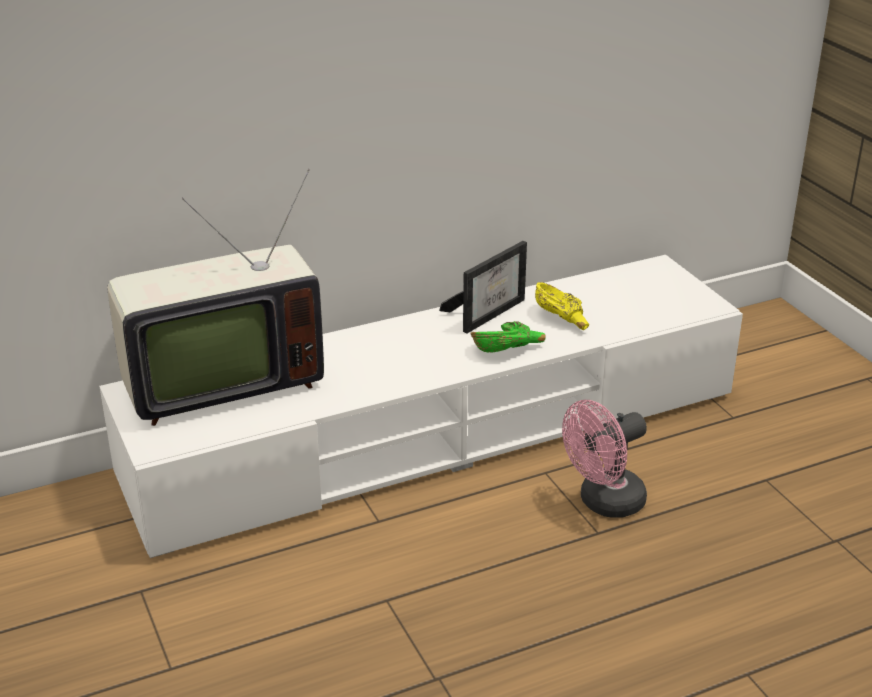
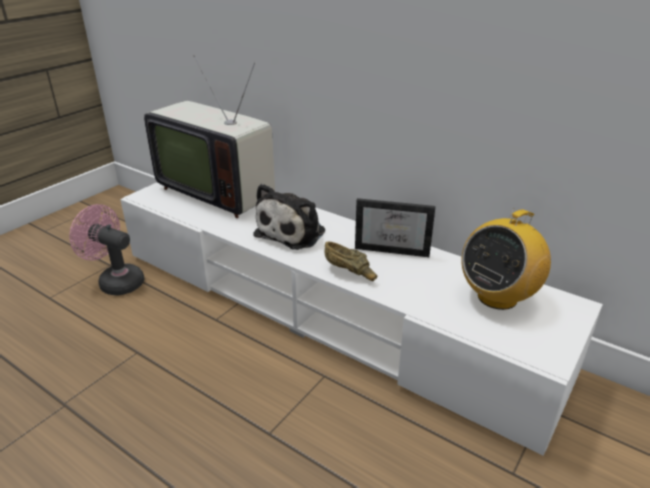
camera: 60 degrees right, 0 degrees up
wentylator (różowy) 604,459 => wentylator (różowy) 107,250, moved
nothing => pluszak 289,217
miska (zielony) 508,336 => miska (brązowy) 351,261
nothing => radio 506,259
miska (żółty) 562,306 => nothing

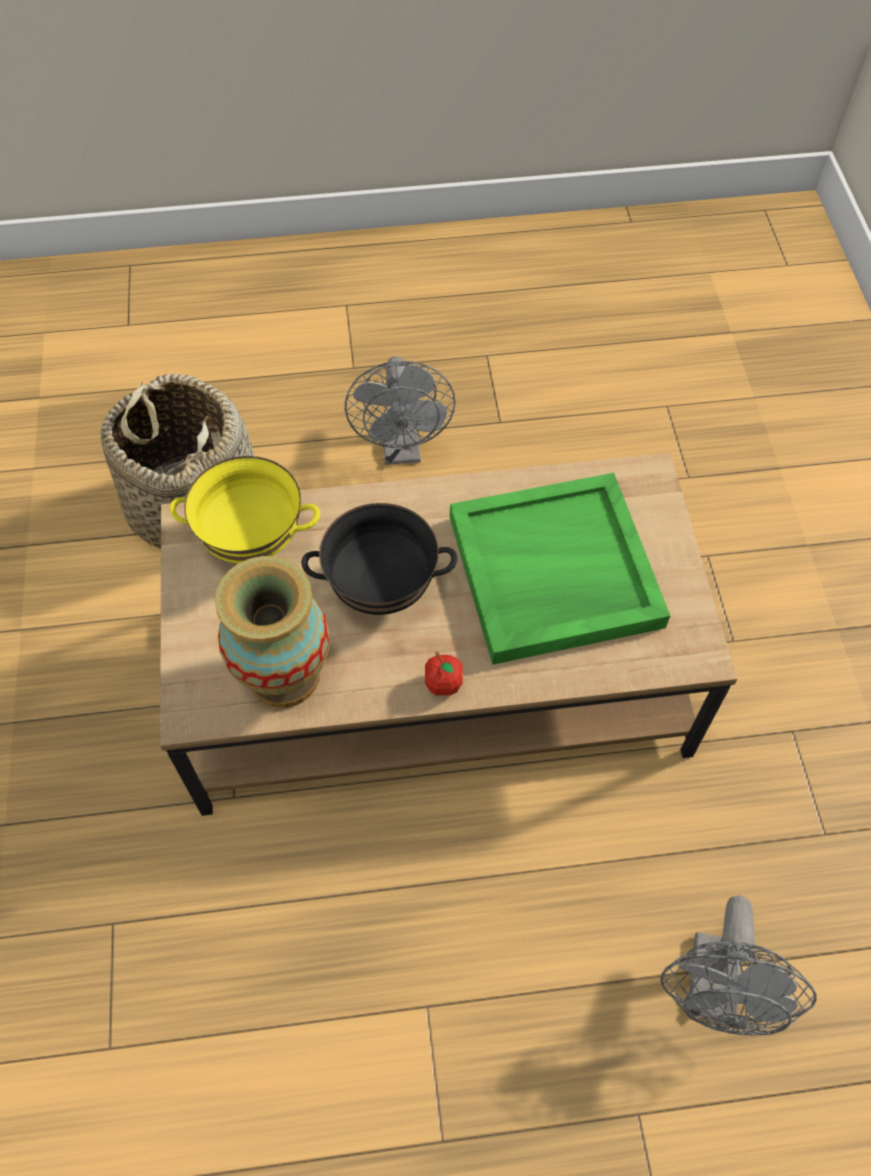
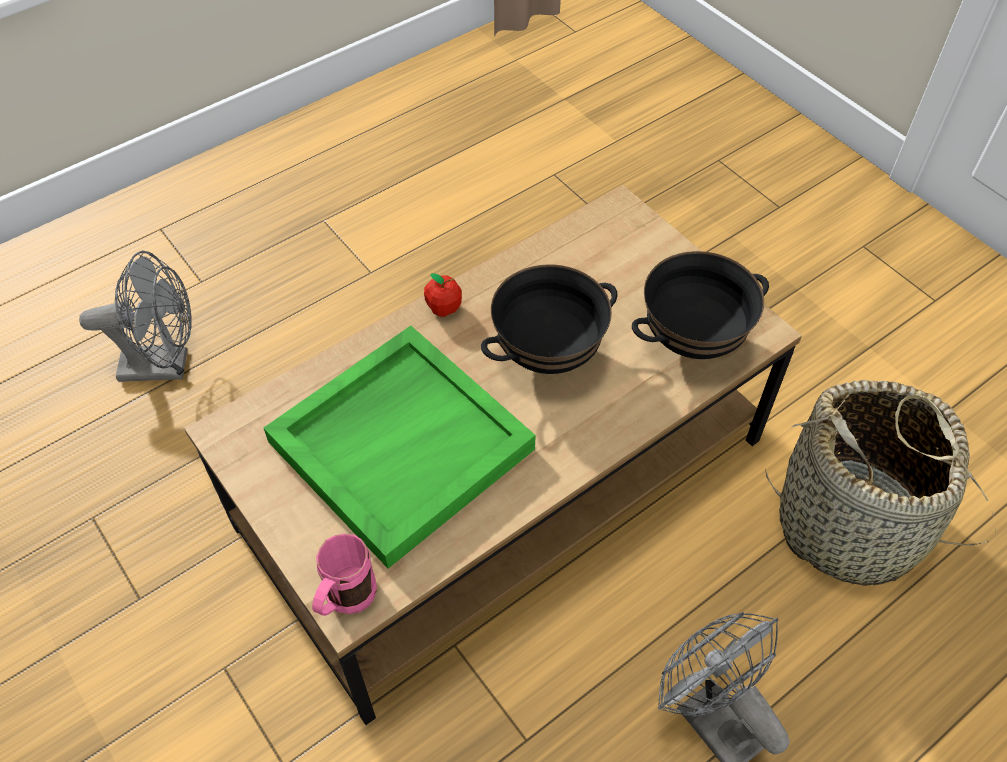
camera: 150 degrees right, 5 degrees down
wentylator (szary) 738,966 => wentylator (szary) 135,316, 105 degrees clockwise
nothing => kubek (różowy) 344,575
miska (żółty) 244,509 => miska (czarny) 700,305
wazon 272,632 => nothing

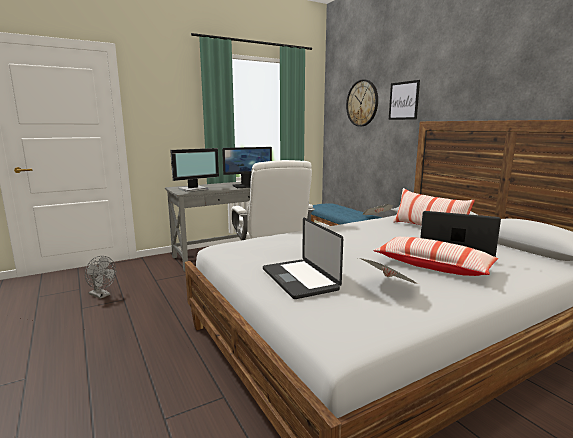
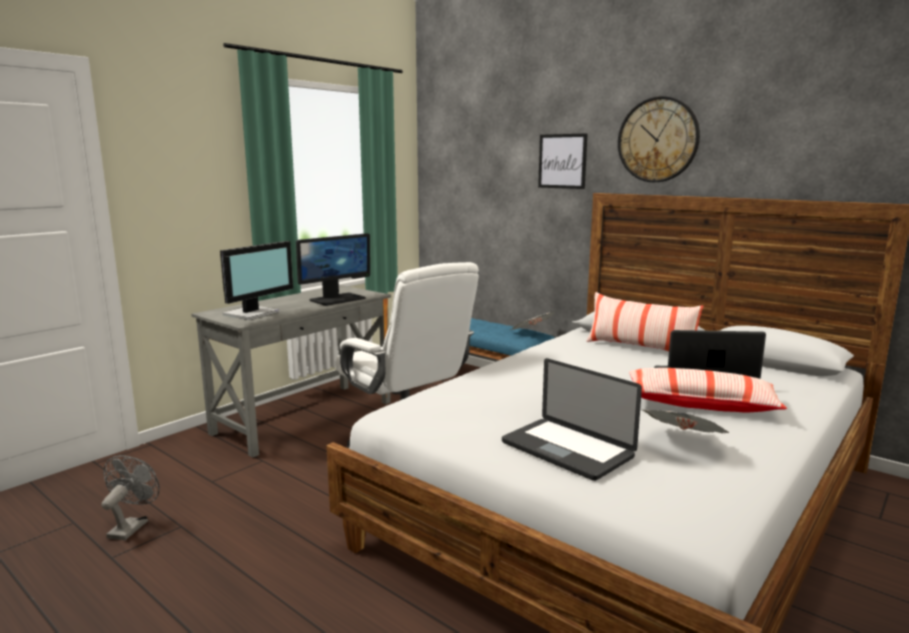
camera: 20 degrees left, 0 degrees up
wentylator (szary) 100,277 => wentylator (szary) 131,497, 90 degrees counterclockwise
zegar ścienny 362,103 => zegar ścienny 659,139, moved

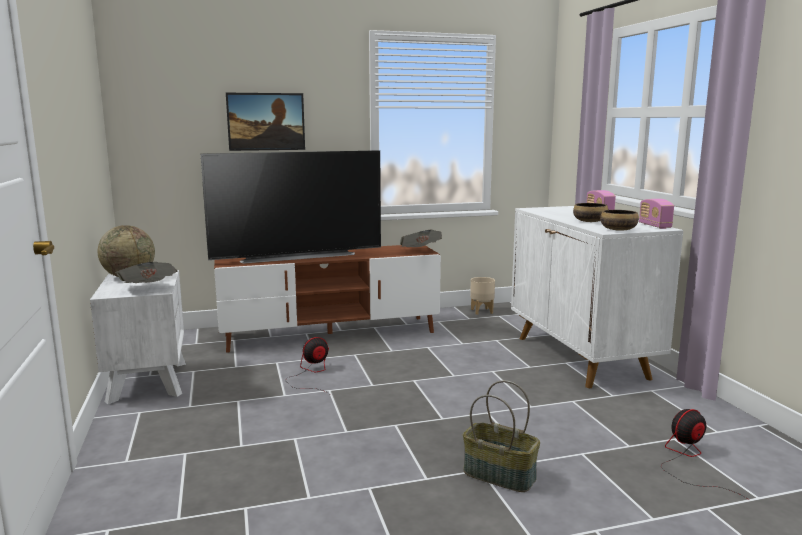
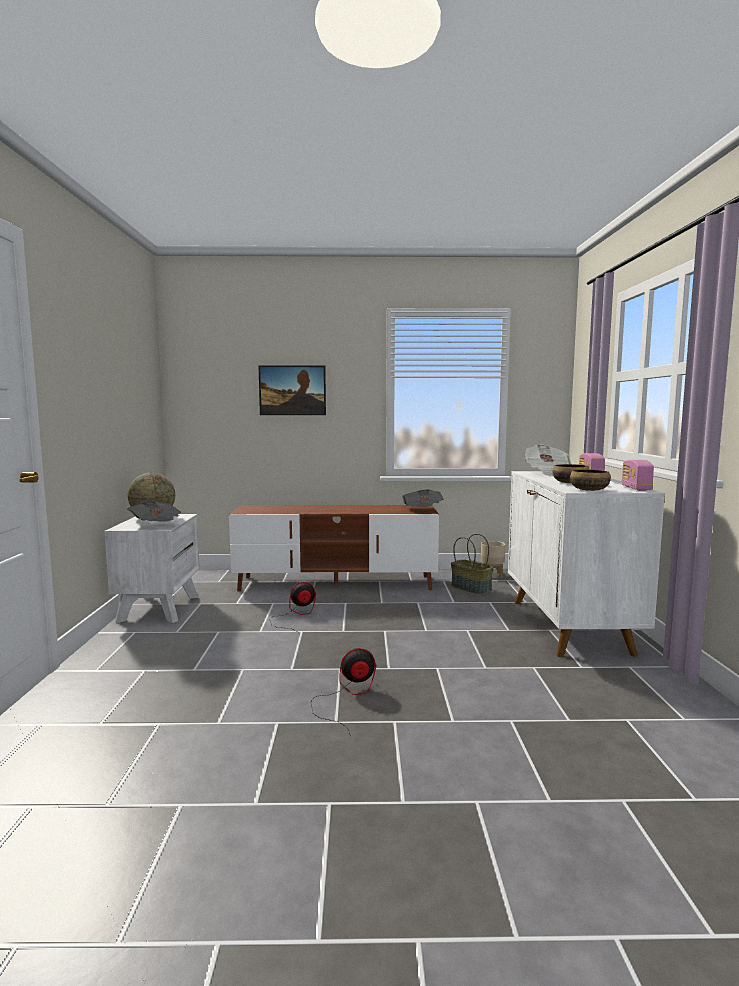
camera: 15 degrees right, 5 degrees down
wentylator 704,454 => wentylator 343,692, moved
koszyk 501,436 => koszyk 472,564, moved
nothing => gazeta 548,460
telewizor 291,207 => nothing

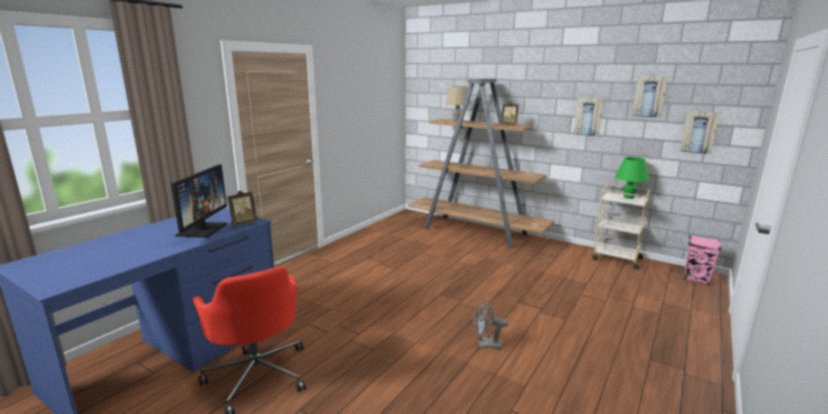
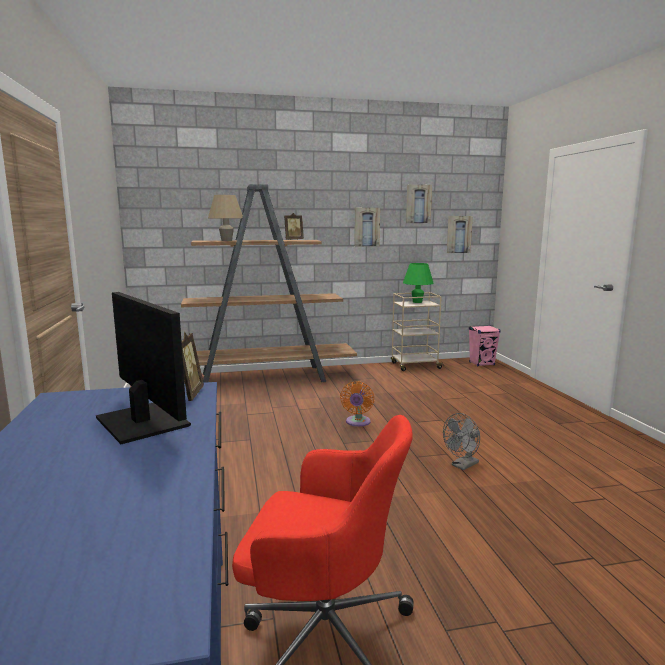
camera: 45 degrees left, 5 degrees down
nothing => wentylator (pomarańczowy) 357,404

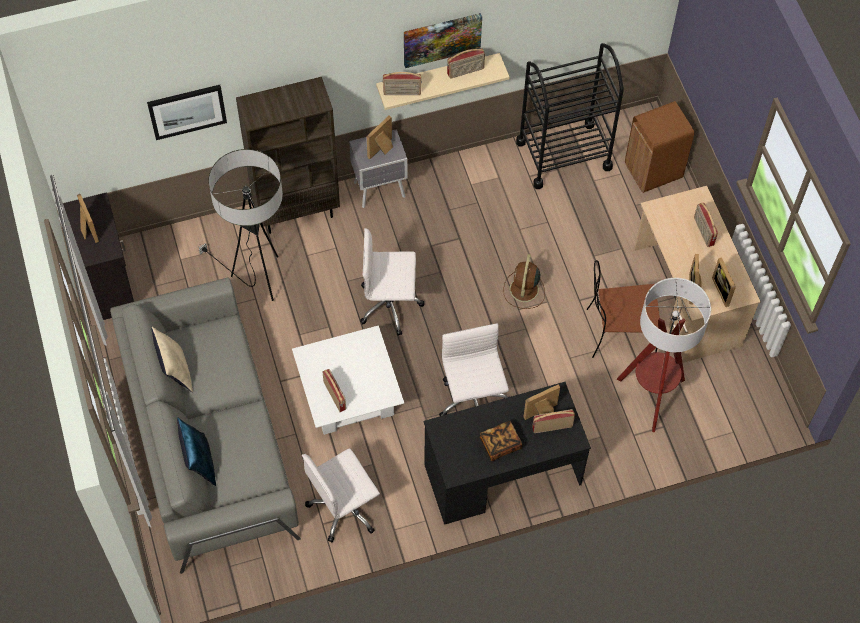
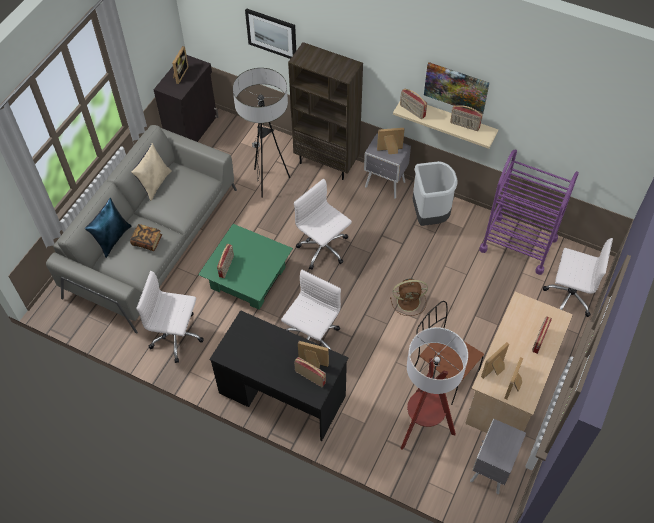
camera: 45 degrees right, 5 degrees down
książka 501,441 => książka 146,237, moved
ława (biały) 348,380 => ława (zielony) 245,266
wentylator (brązowy) 524,281 => wentylator (brązowy) 409,297, 150 degrees counterclockwise
nothing => kosz na śmieci (szary) 435,193
nothing => szafka nocna (szary) 498,456
wózek (czarny) 570,116 => wózek (fioletowy) 529,212
kosz na śmieci (brązowy) 659,147 => krzesło biurowe (biały) 578,277

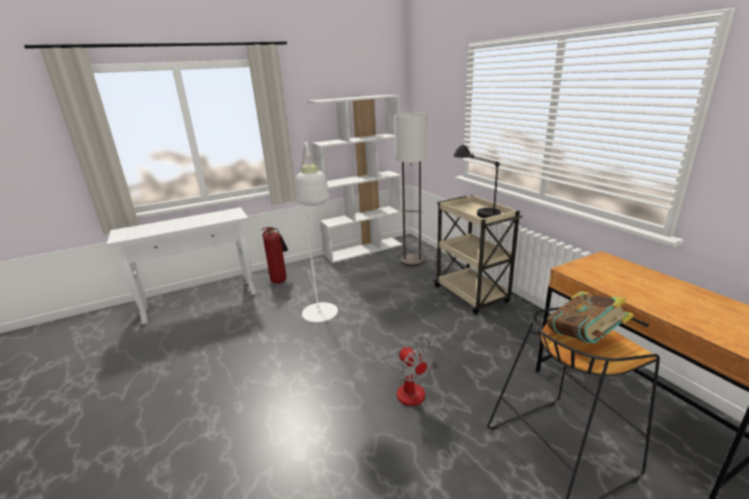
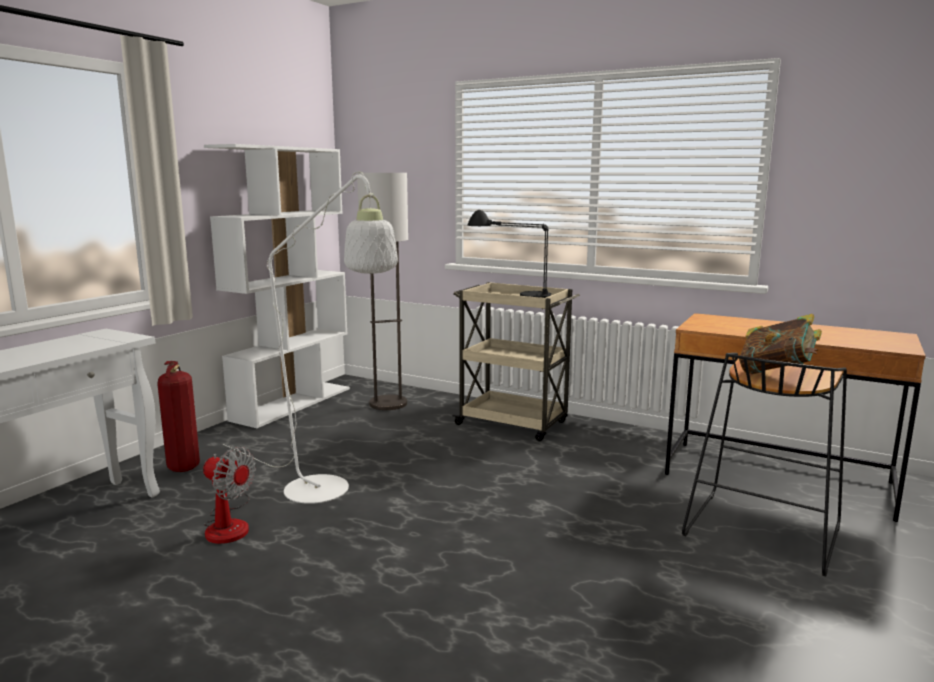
camera: 35 degrees left, 10 degrees down
wentylator 415,369 => wentylator 229,495, moved

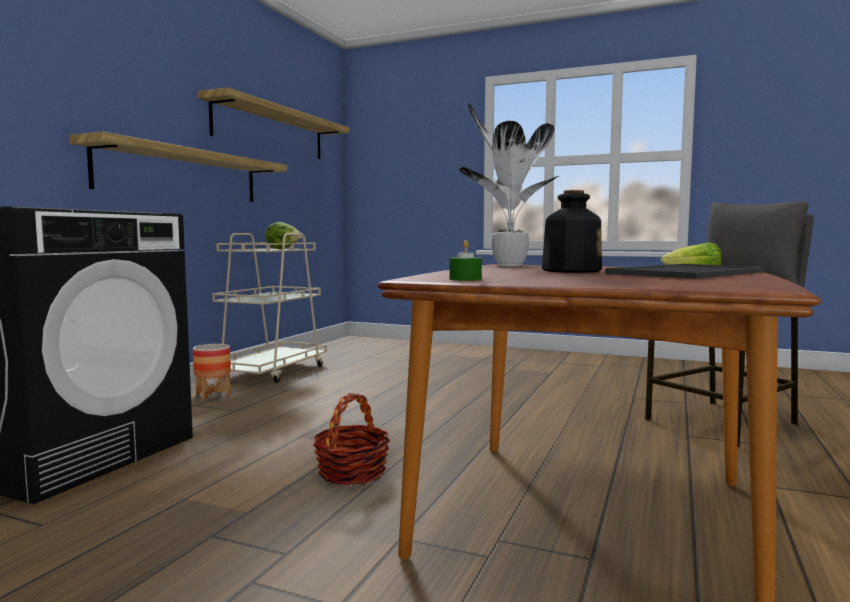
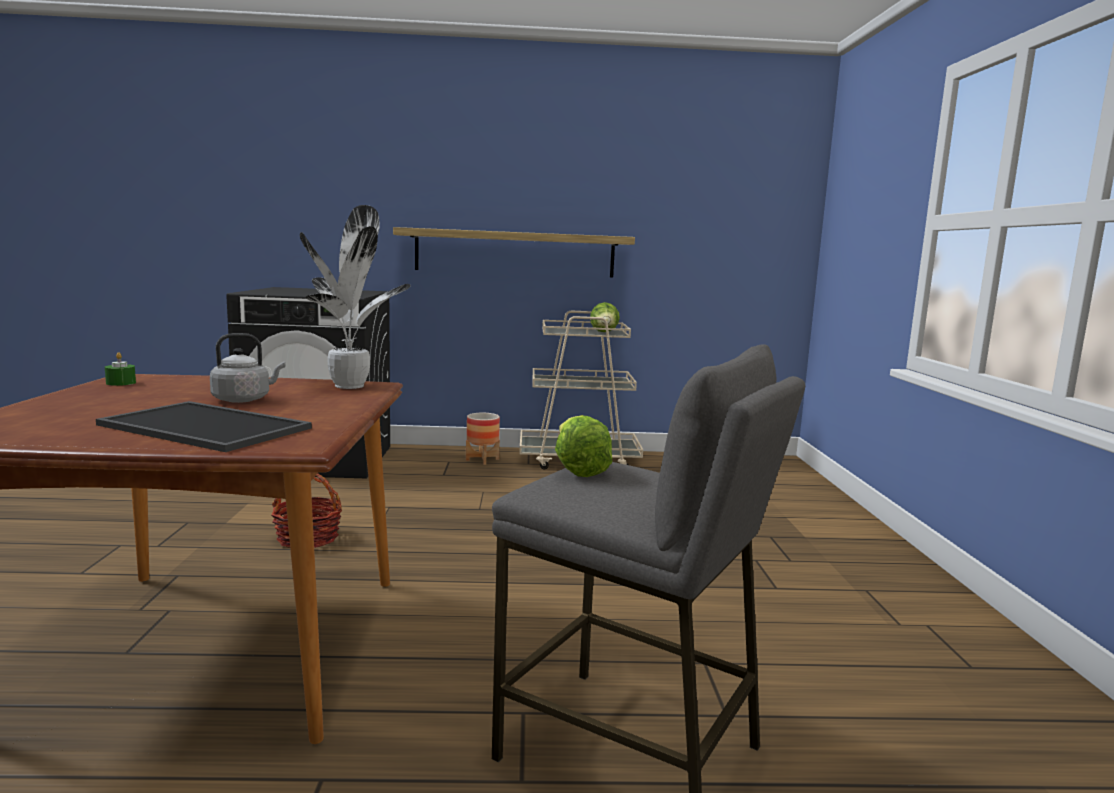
camera: 65 degrees right, 5 degrees up
butelka 572,231 => czajnik (szary) 247,368
półka 273,123 => nothing

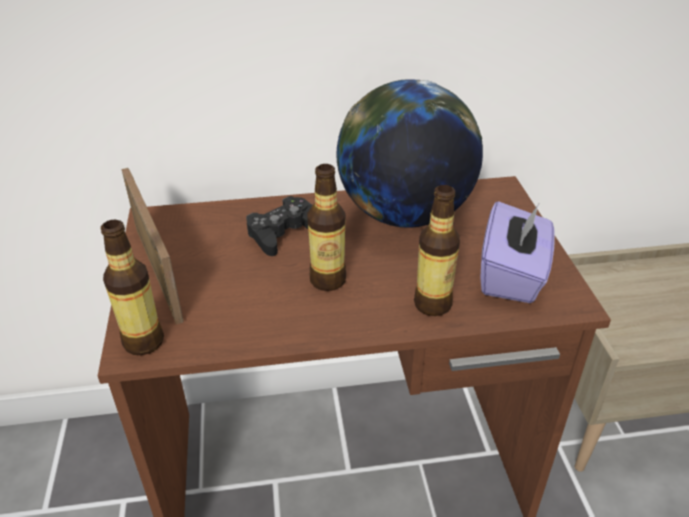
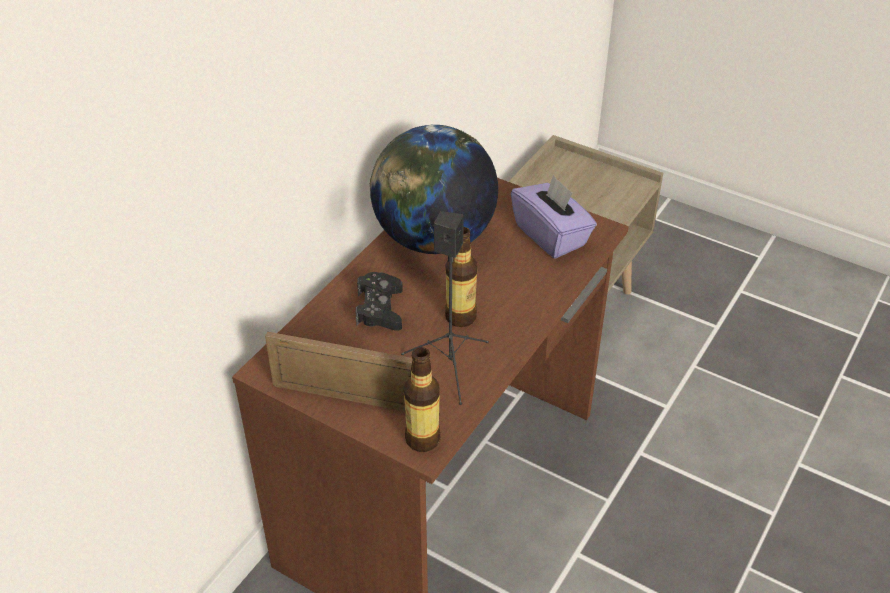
camera: 50 degrees left, 5 degrees up
nothing => głośnik (czarny) 445,308
butelka 437,250 => nothing

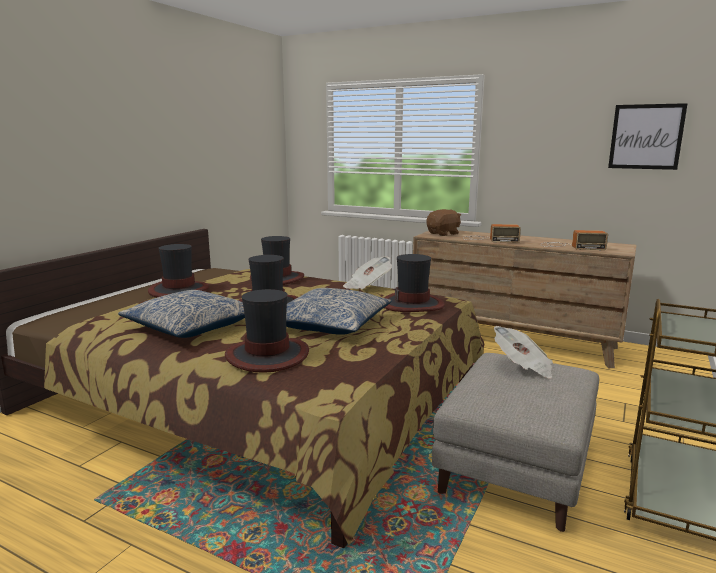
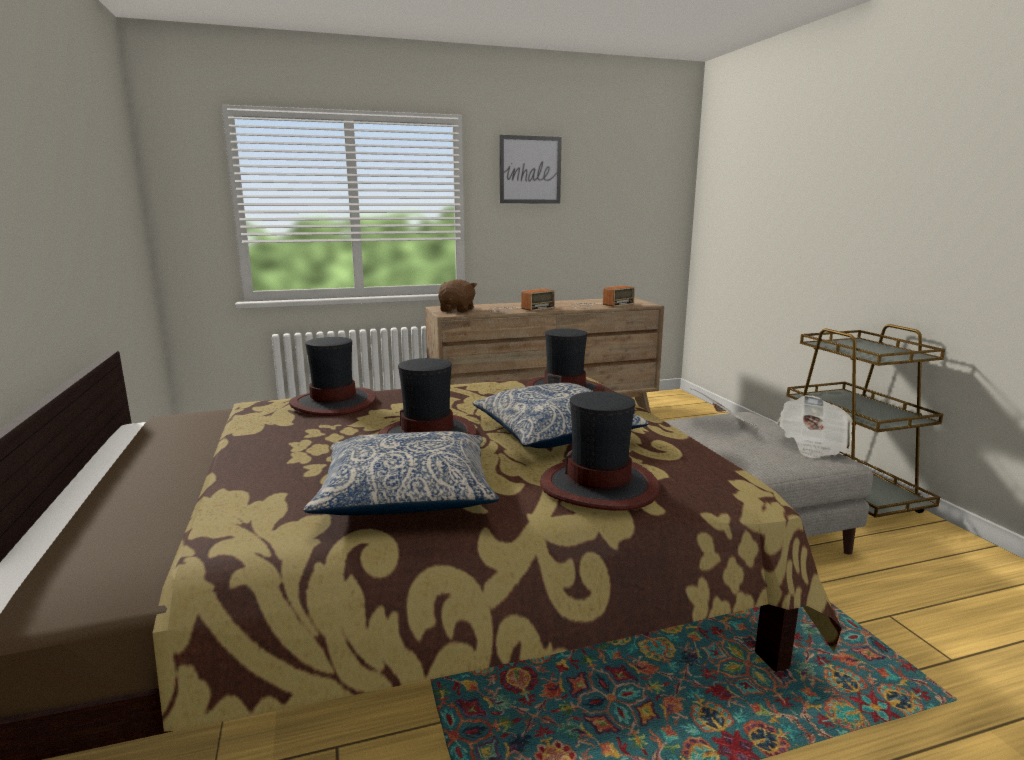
camera: 45 degrees left, 0 degrees up
obraz 648,136 => obraz 530,169, moved
gazeta 367,272 => gazeta 815,426, moved
kapelusz 178,270 => nothing

